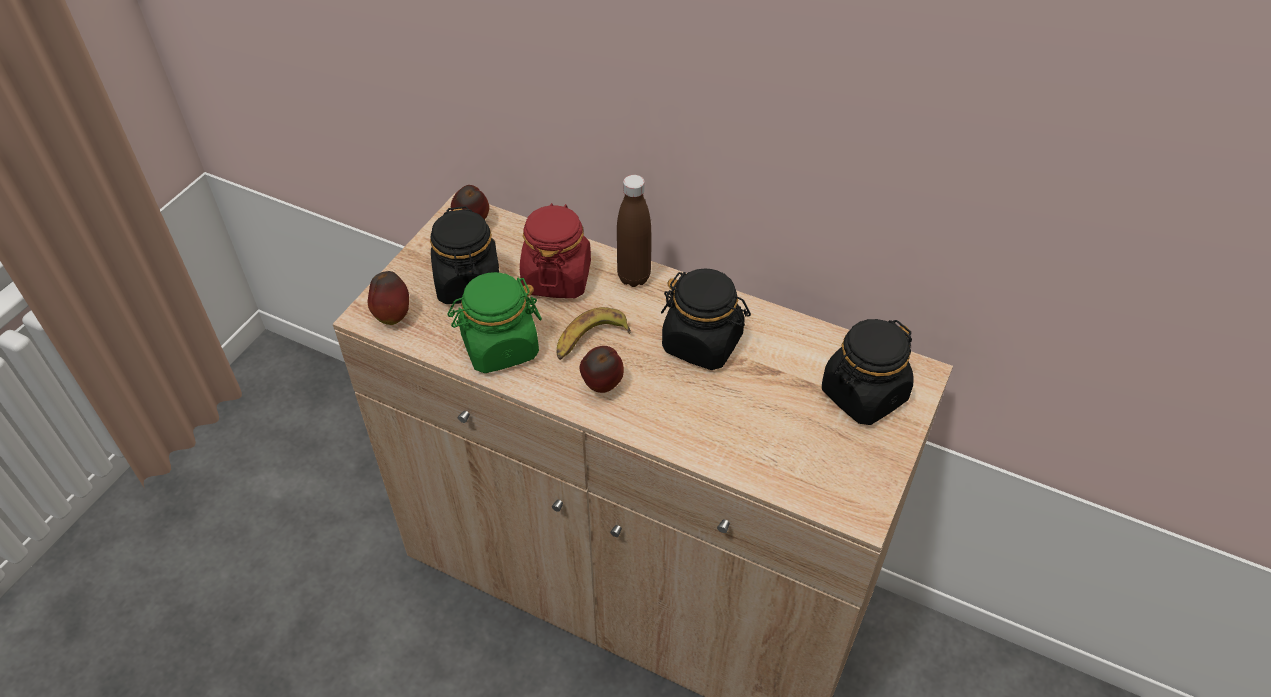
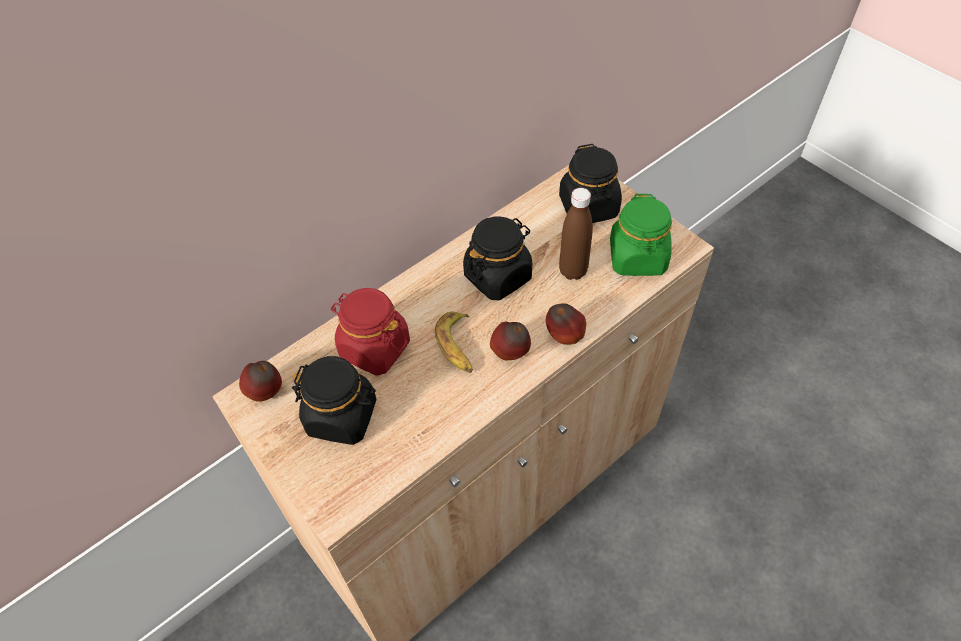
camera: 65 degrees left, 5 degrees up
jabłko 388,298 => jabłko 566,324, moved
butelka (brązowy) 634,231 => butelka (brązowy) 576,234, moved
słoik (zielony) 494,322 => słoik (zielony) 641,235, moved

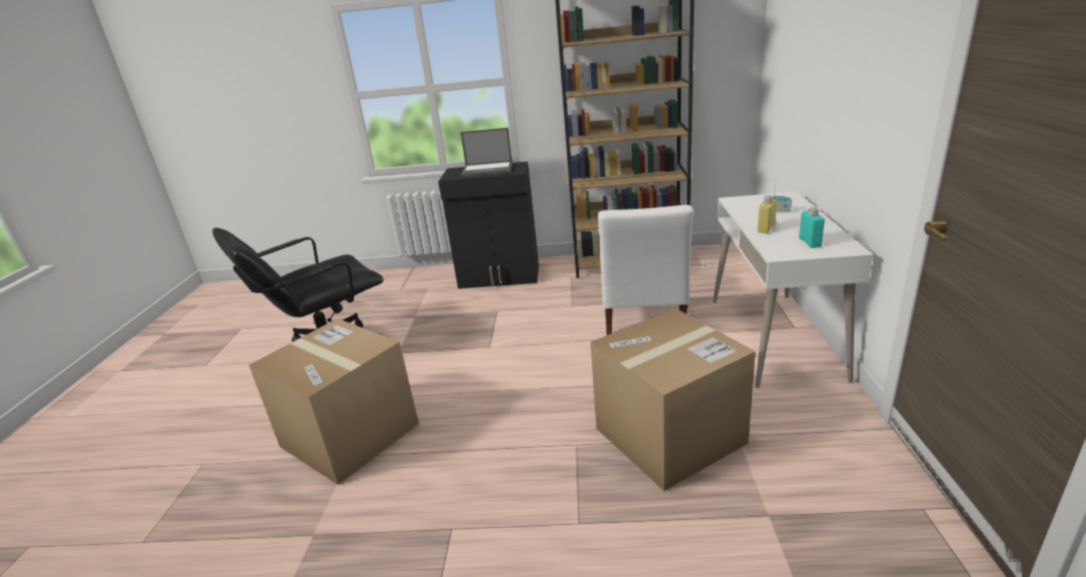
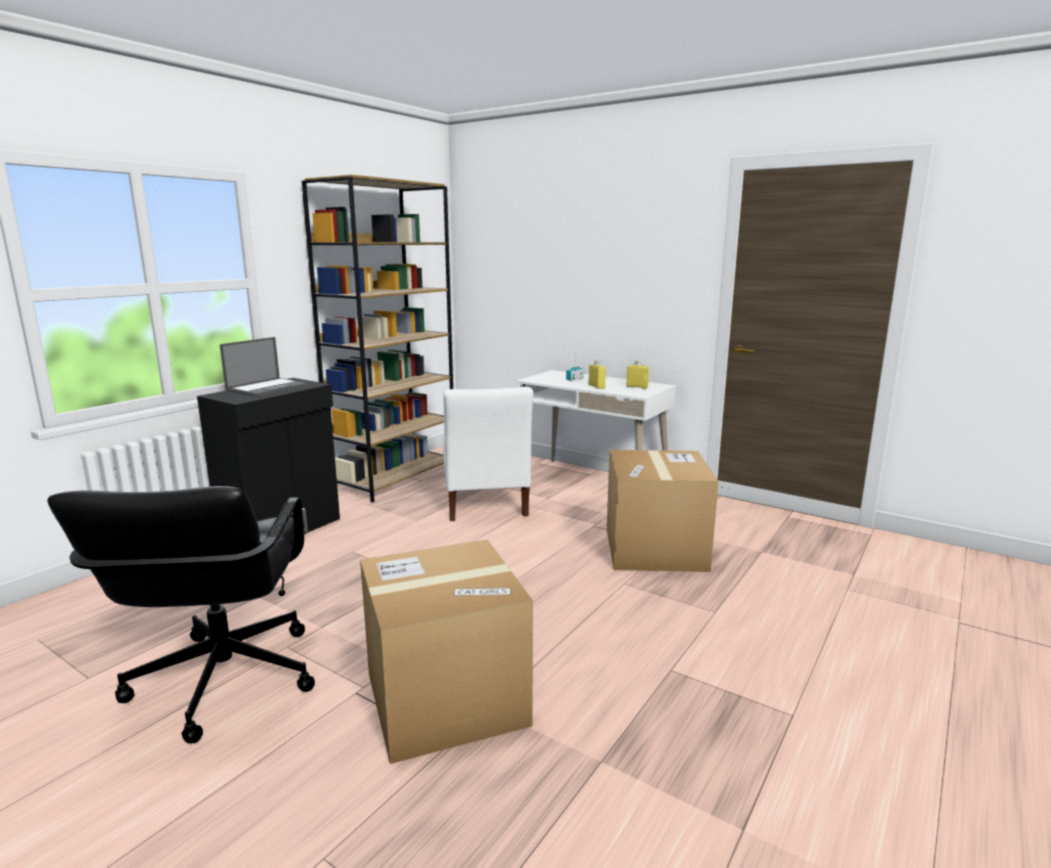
camera: 60 degrees left, 10 degrees down
krzesło (biały) 645,270 => krzesło (biały) 488,454, 45 degrees clockwise
butelka (turkusowy) 812,227 => butelka (żółty) 637,374

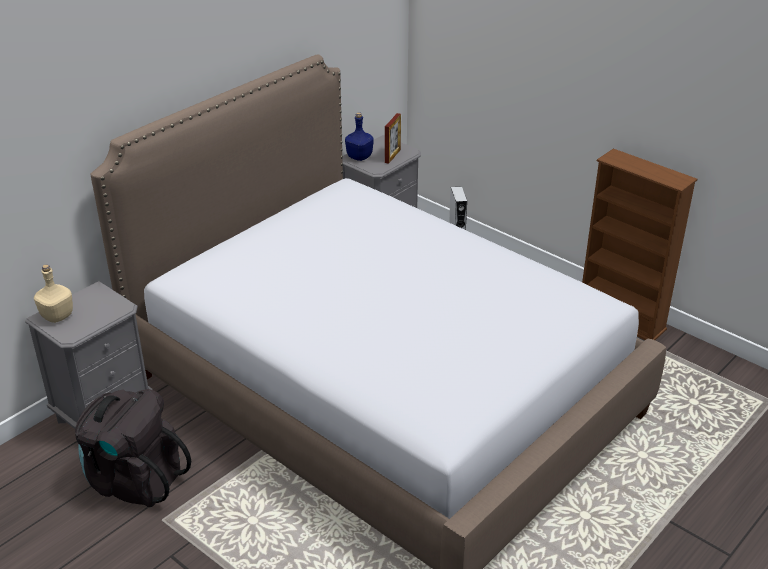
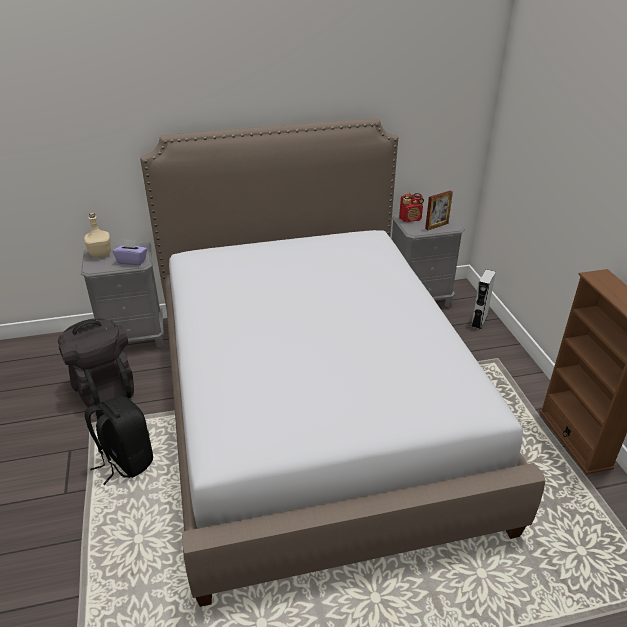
camera: 35 degrees right, 0 degrees up
nothing => plecak (czarny) 119,440
nothing => pudełko chusteczek (fioletowy) 130,252
butelka (niebieski) 359,136 => radio 411,207

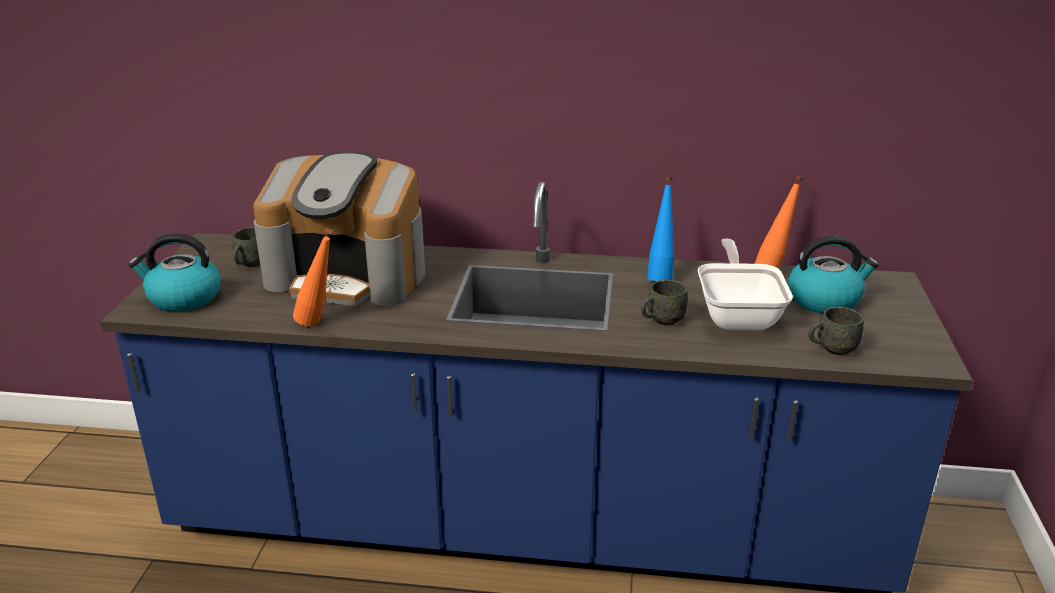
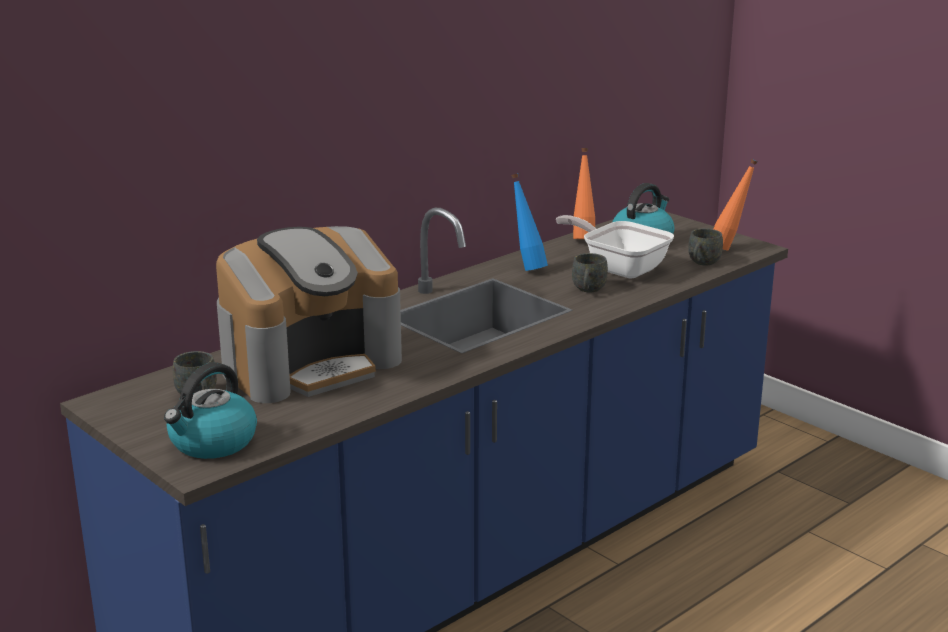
camera: 50 degrees left, 5 degrees down
butelka (pomarańczowy) 313,277 => butelka (pomarańczowy) 735,204, moved

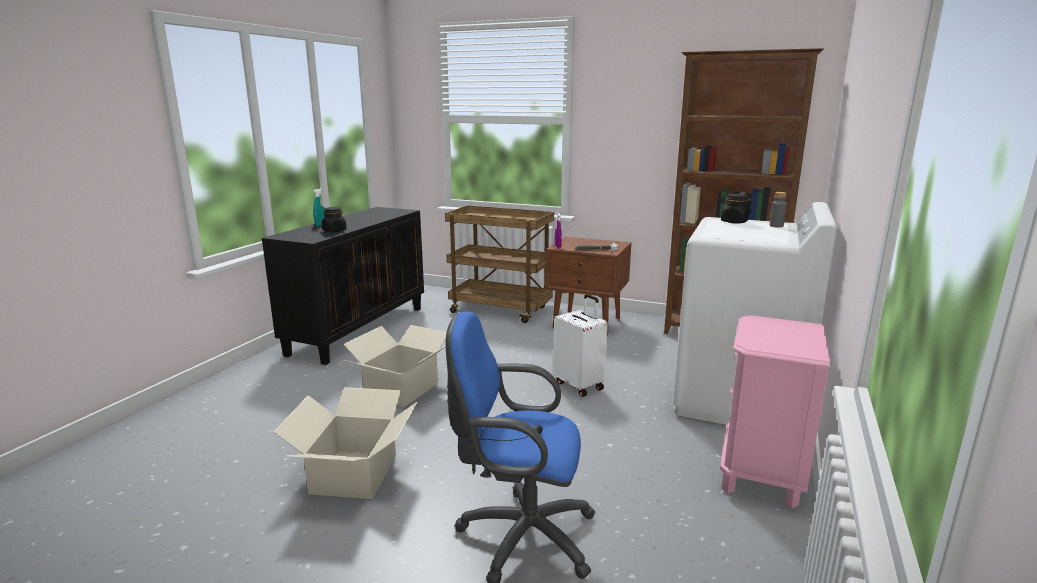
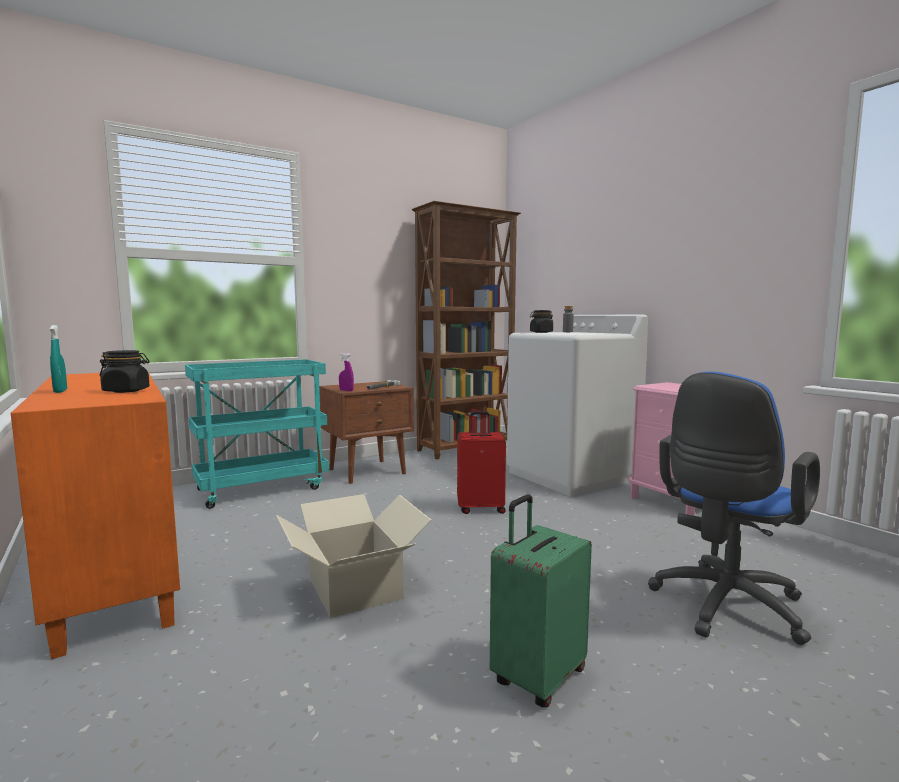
camera: 55 degrees left, 10 degrees down
szafka (czarny) 343,286 => szafka (pomarańczowy) 95,516
wózek (brązowy) 499,264 => wózek (turkusowy) 257,434
walizka (biały) 580,345 => walizka (czerwony) 481,463
karton 345,443 => walizka (zielony) 541,601

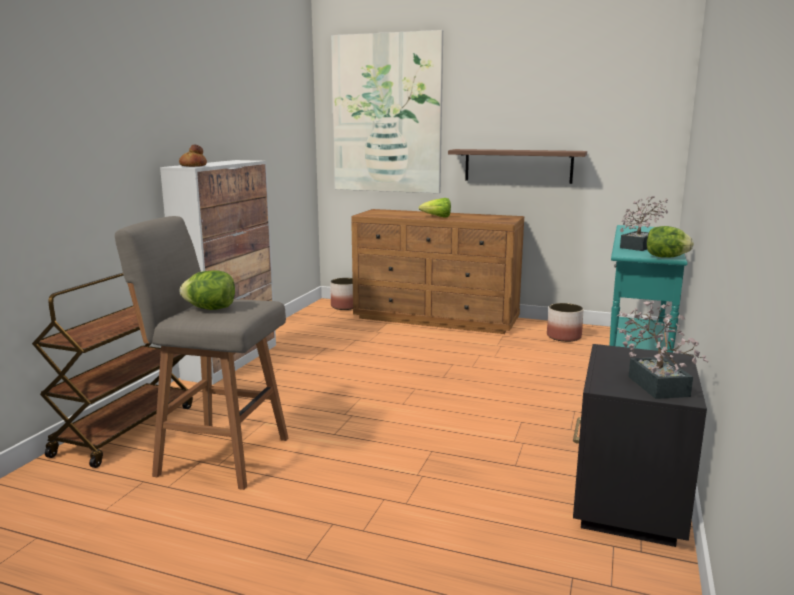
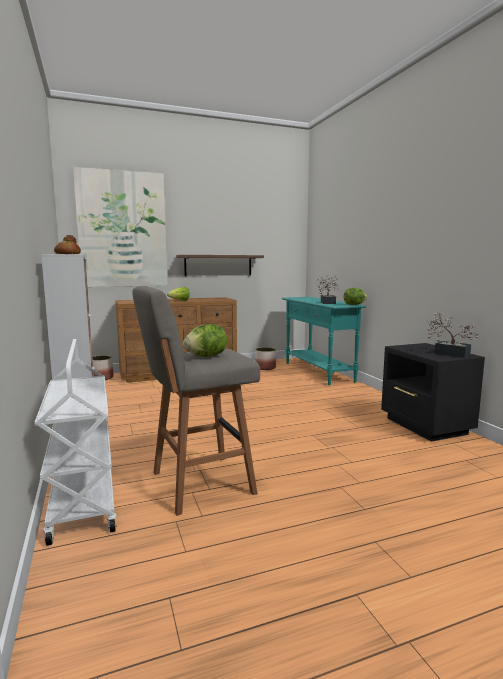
camera: 40 degrees left, 5 degrees down
wózek (brązowy) 112,370 => wózek (biały) 76,442

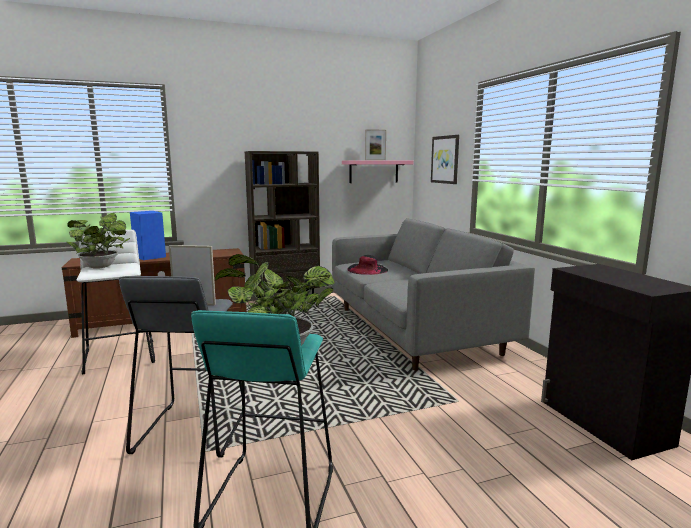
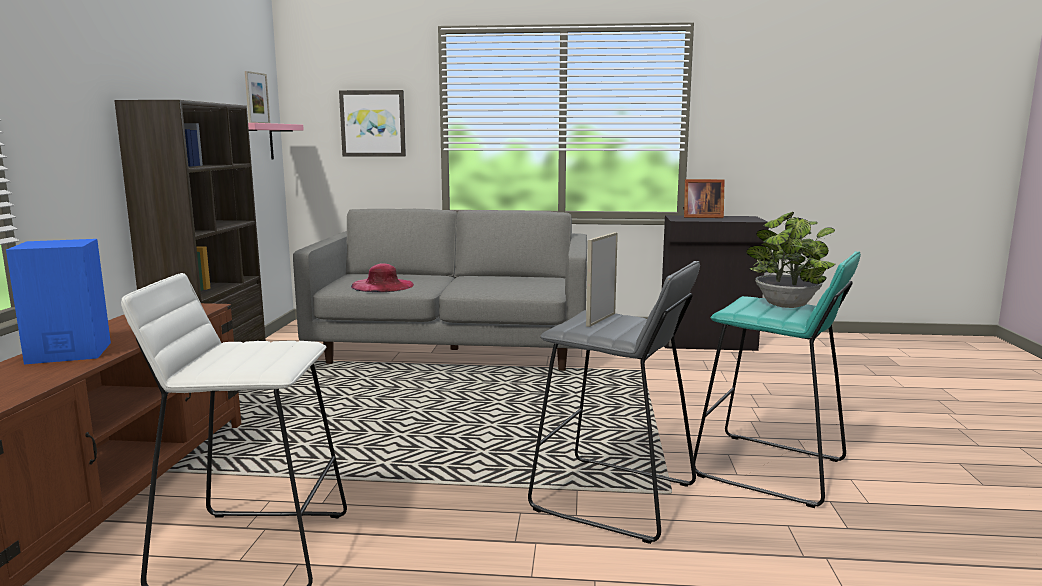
camera: 65 degrees left, 0 degrees up
kapelusz (czarny) 368,265 => kapelusz (różowy) 382,278
nothing => ramka na zdjęcie 704,198
roślina doniczkowa 98,241 => nothing

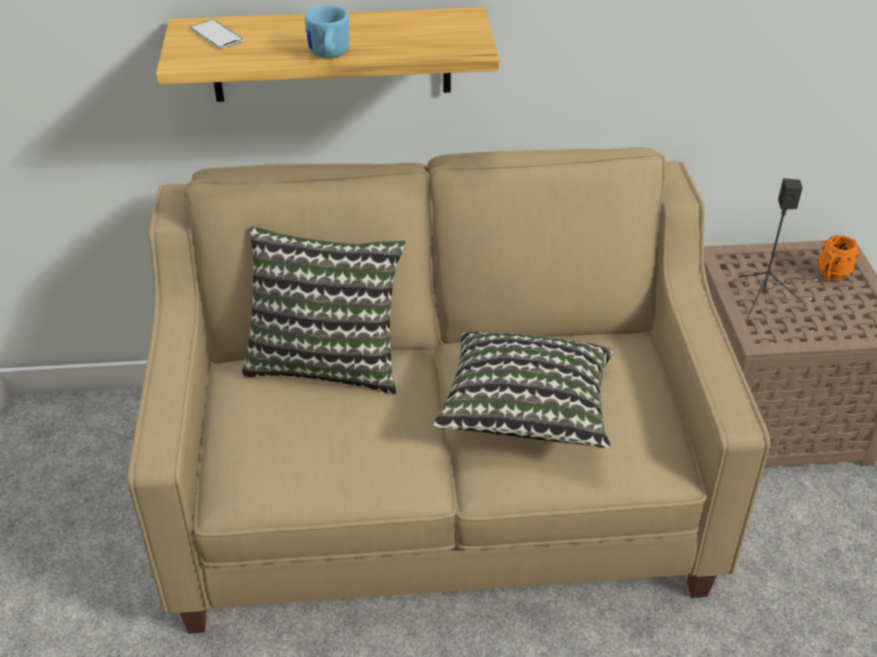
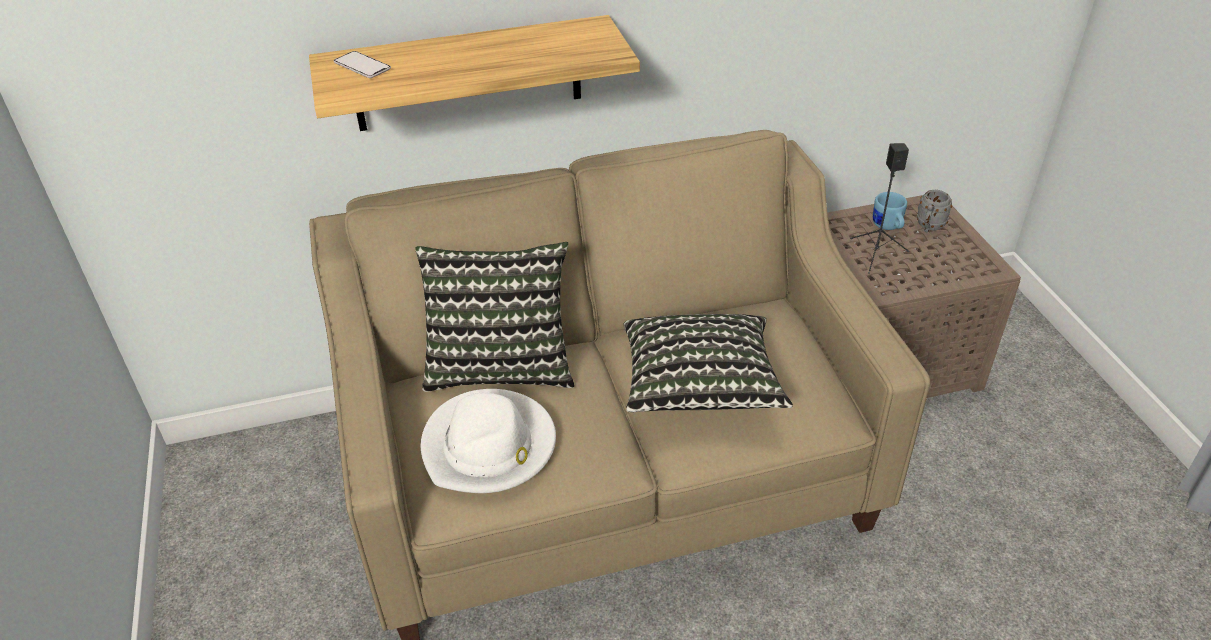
camera: 10 degrees left, 0 degrees up
nothing => kapelusz (biały) 488,441
kubek (niebieski) 327,31 => kubek (niebieski) 890,211, moved
kubek (pomarańczowy) 838,258 => kubek (szary) 934,211

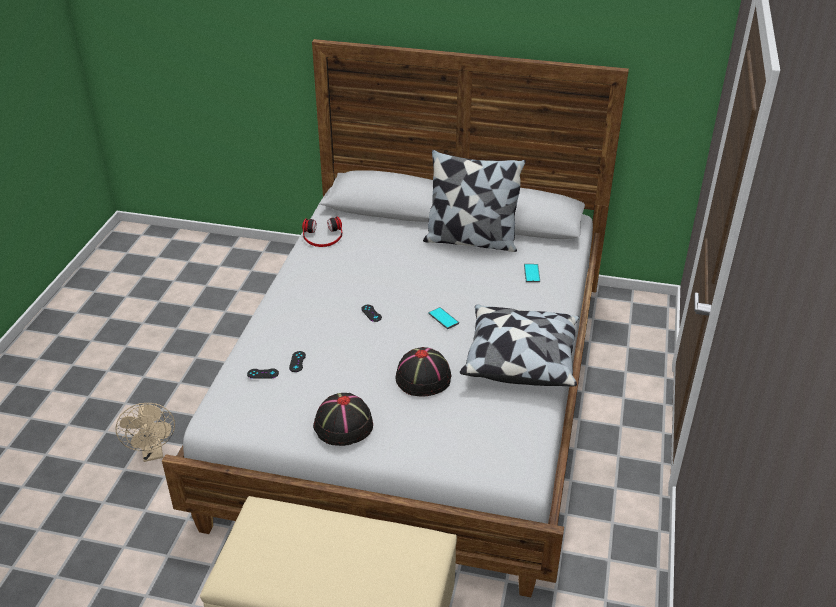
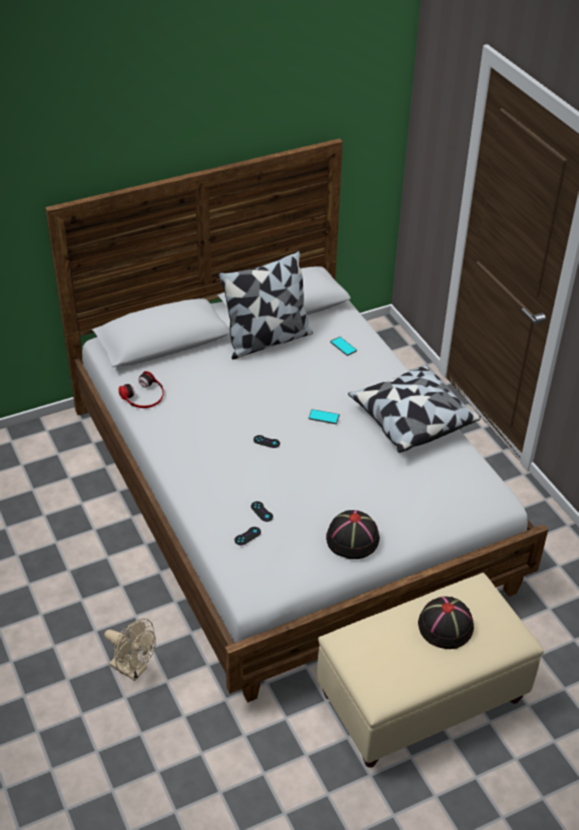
camera: 40 degrees left, 5 degrees up
kapelusz (czarny) 423,372 => kapelusz (czarny) 446,622, moved

